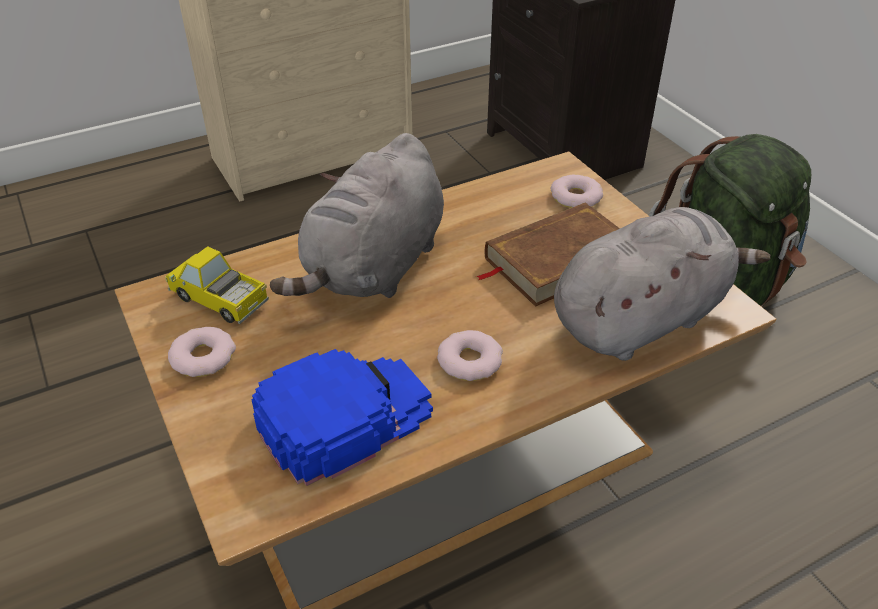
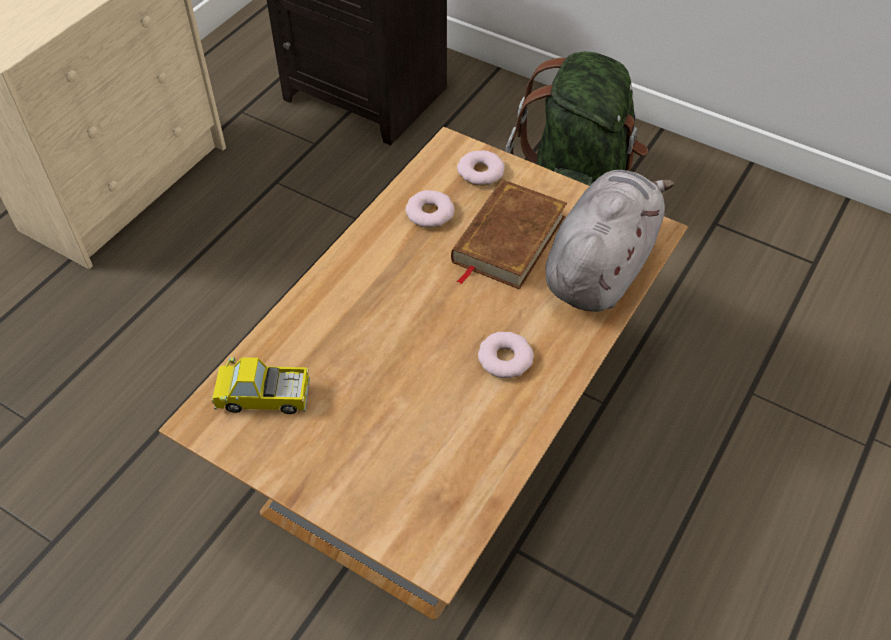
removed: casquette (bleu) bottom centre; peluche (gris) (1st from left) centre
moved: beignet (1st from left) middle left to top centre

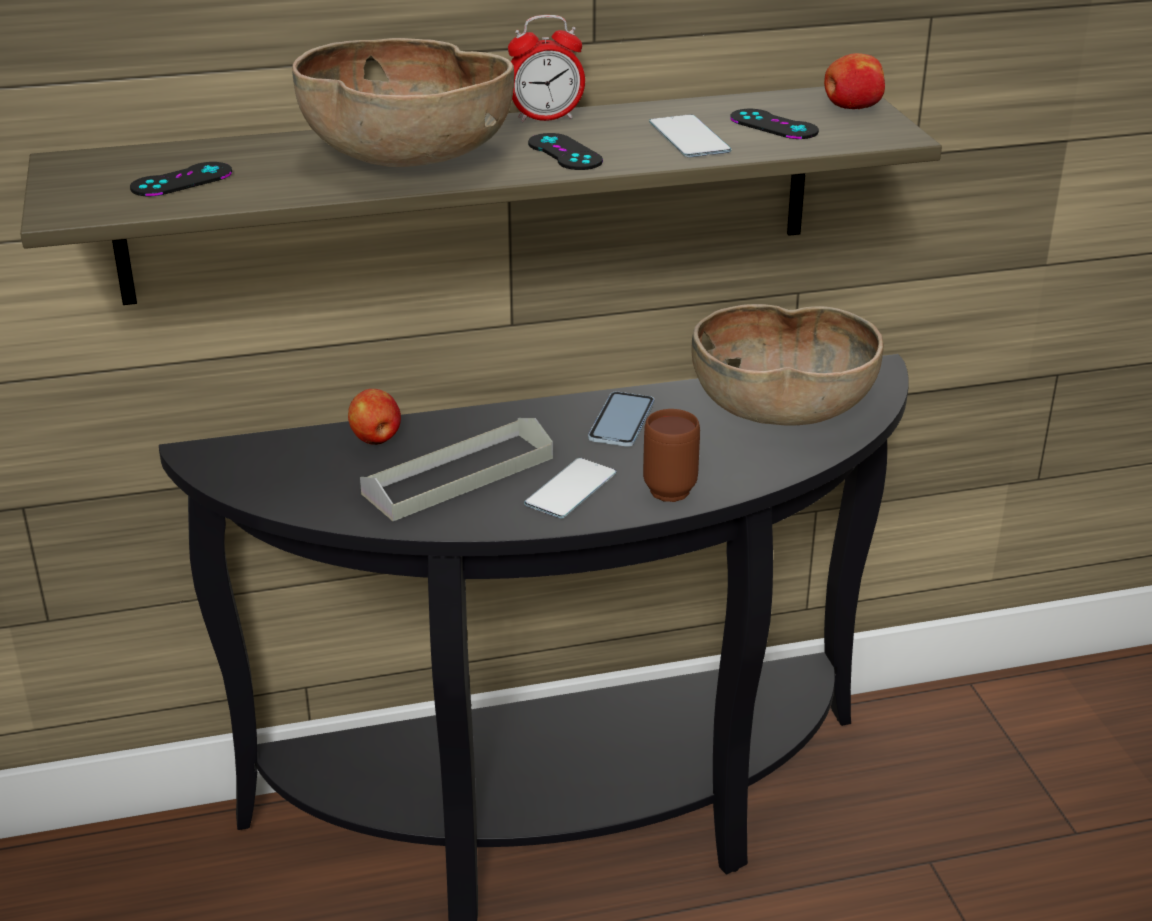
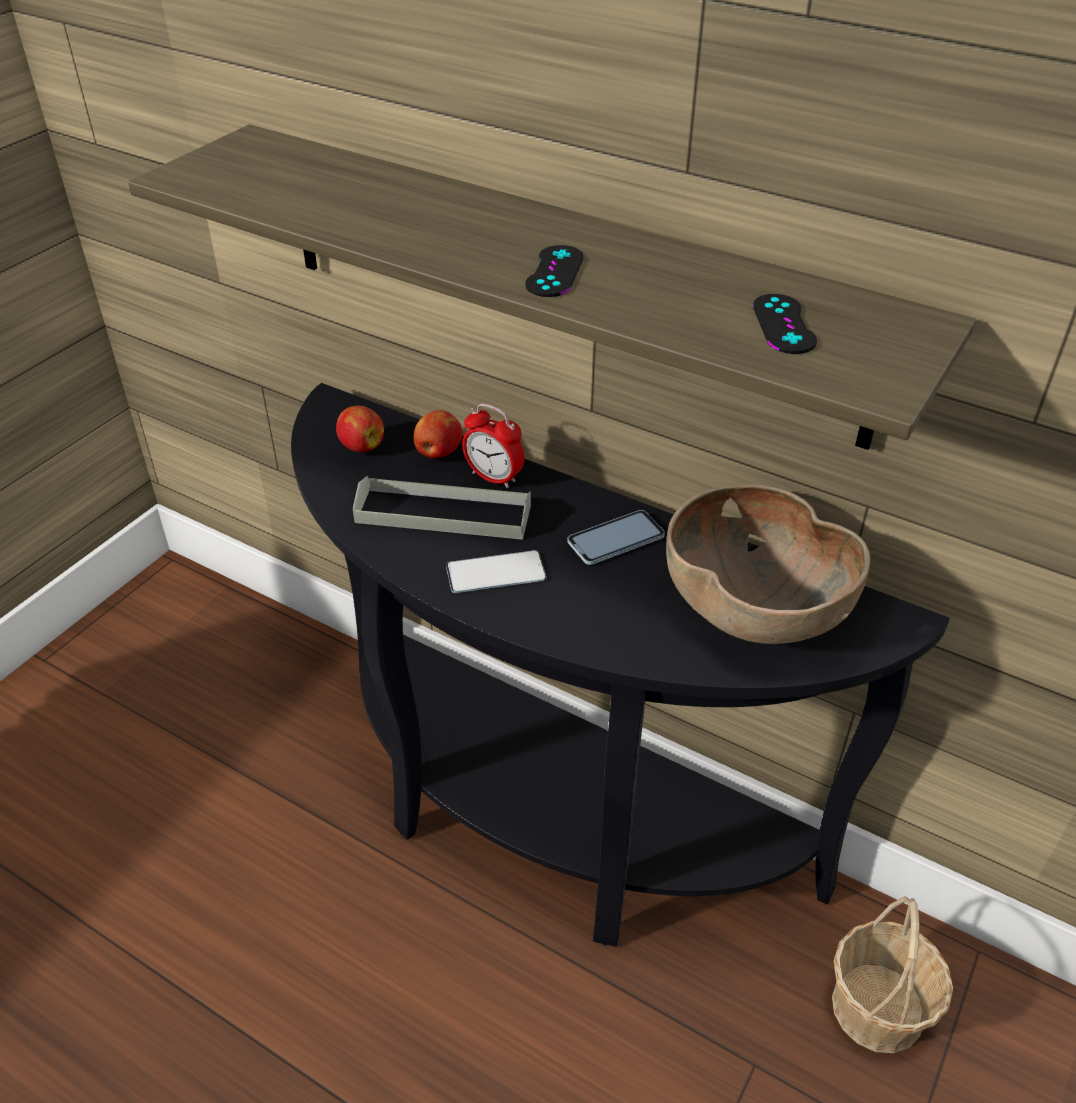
removed: manette (noir) (1st from left) top left; bol (marron) (1st from left) top centre; mug (marron) centre; téléphone (3rd from left) top centre
added: panier bottom right
moved: réveil top centre to centre; pomme (2nd from left in the first image) top right to pomme (1st from left) centre

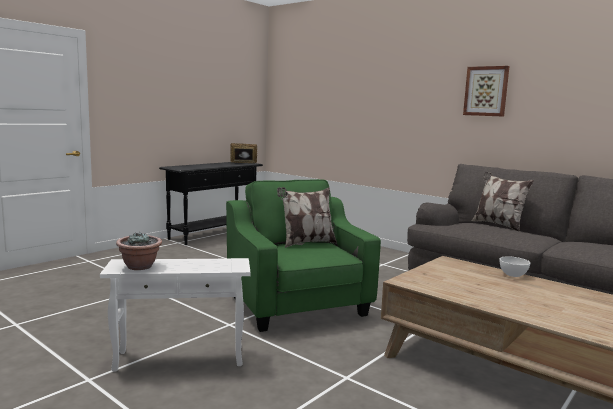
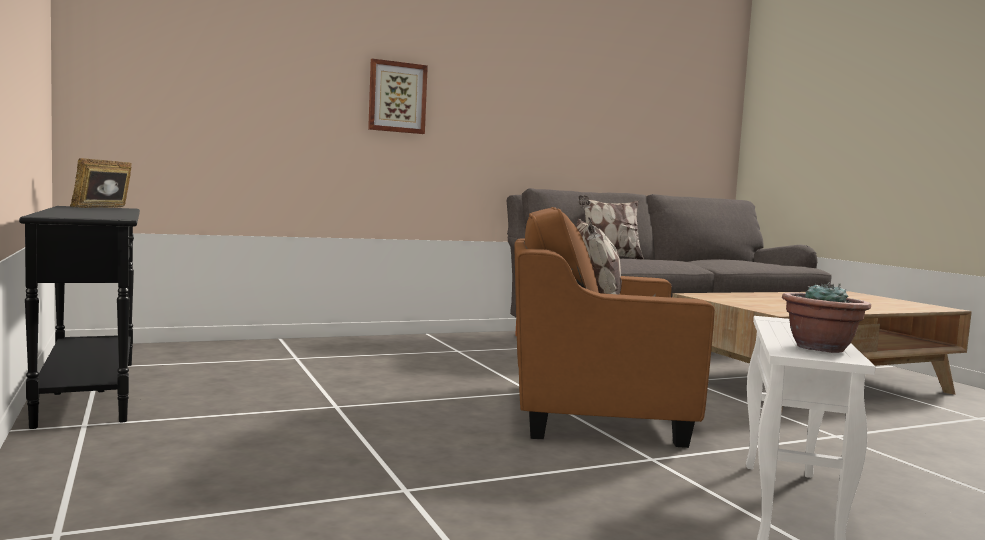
removed: bol (blanc) middle right
moved: tableau top right to top centre
recoloured: fauteuil (vert) centre to fauteuil (marron) centre

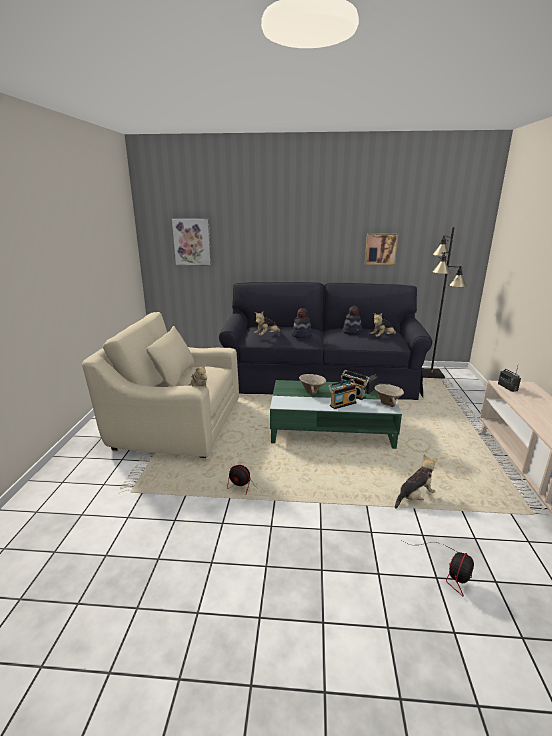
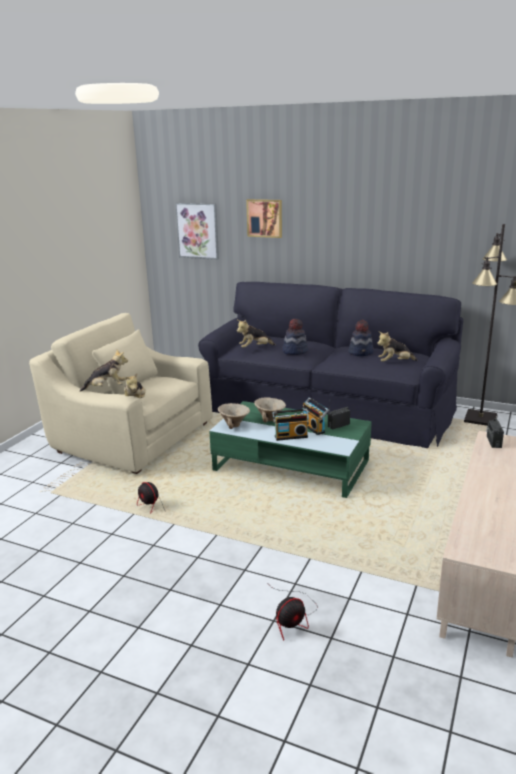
moved: tableau (2nd from left) middle right to top centre; bol (beige) (2nd from left in the first image) middle right to bol (beige) (1st from left) centre; peluche (4th from left in the first image) middle right to peluche (1st from left) middle left

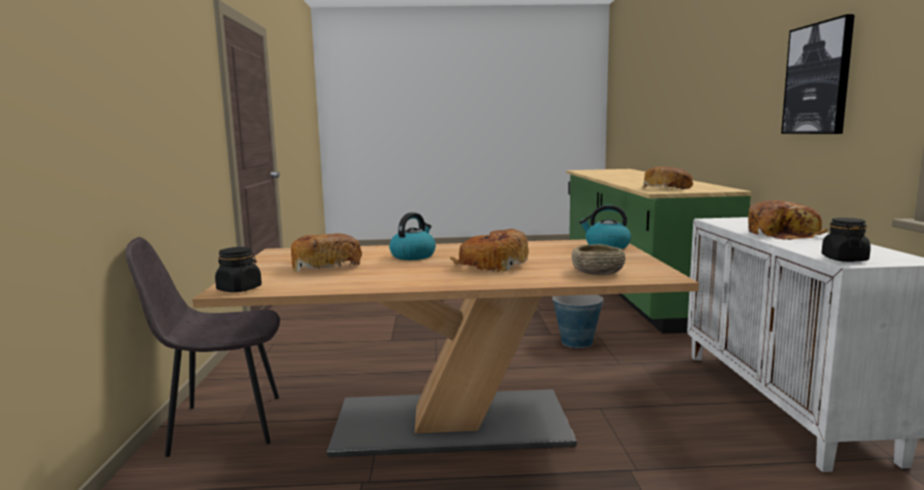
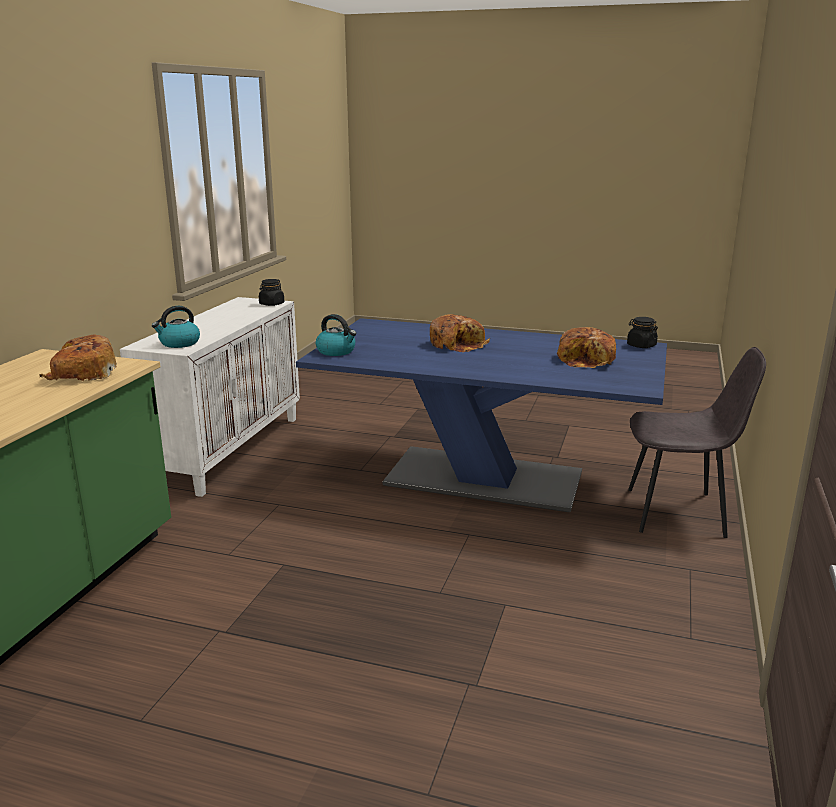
removed: seau centre; bol (beige) centre; pain (4th from left) middle right; tableau top right
moved: bouilloire (1st from left) centre to middle left
recoloured: table à manger (beige) bottom centre to table à manger (bleu) centre

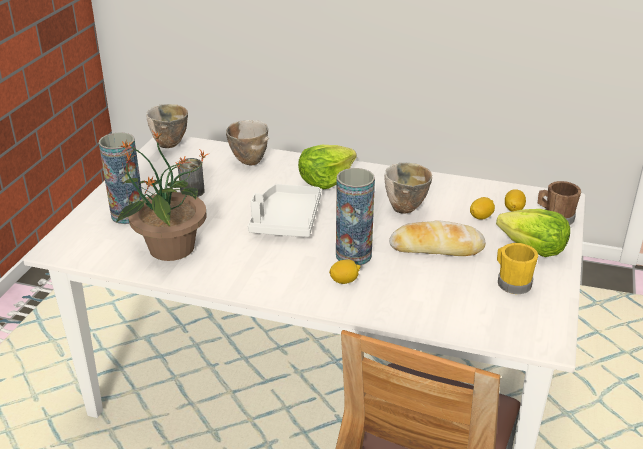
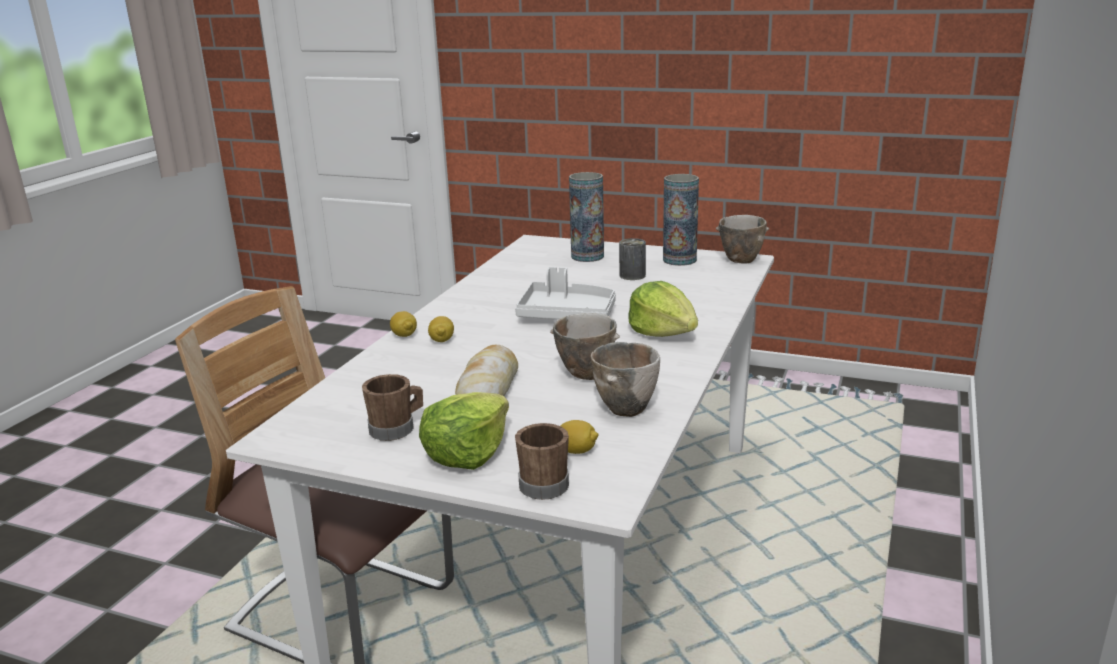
removed: plante en pot middle left
moved: bol (2nd from left) top centre to centre; vase (2nd from left) centre to top centre; citron (2nd from left in the first image) middle right to citron (1st from left) centre
recoloured: mug (jaune) middle right to mug (marron) (1st from left) centre

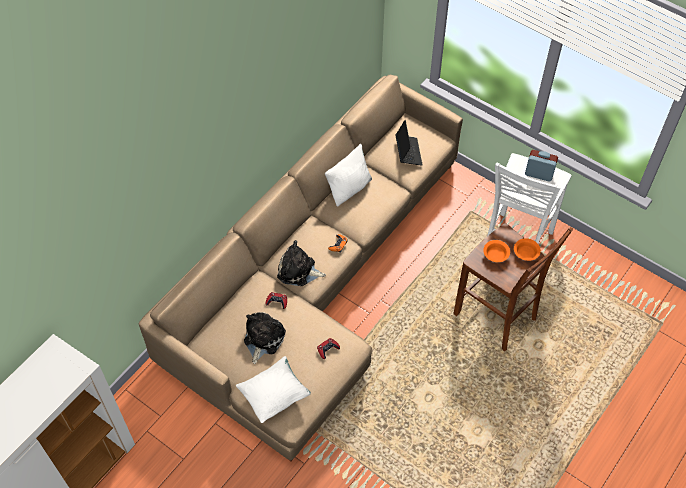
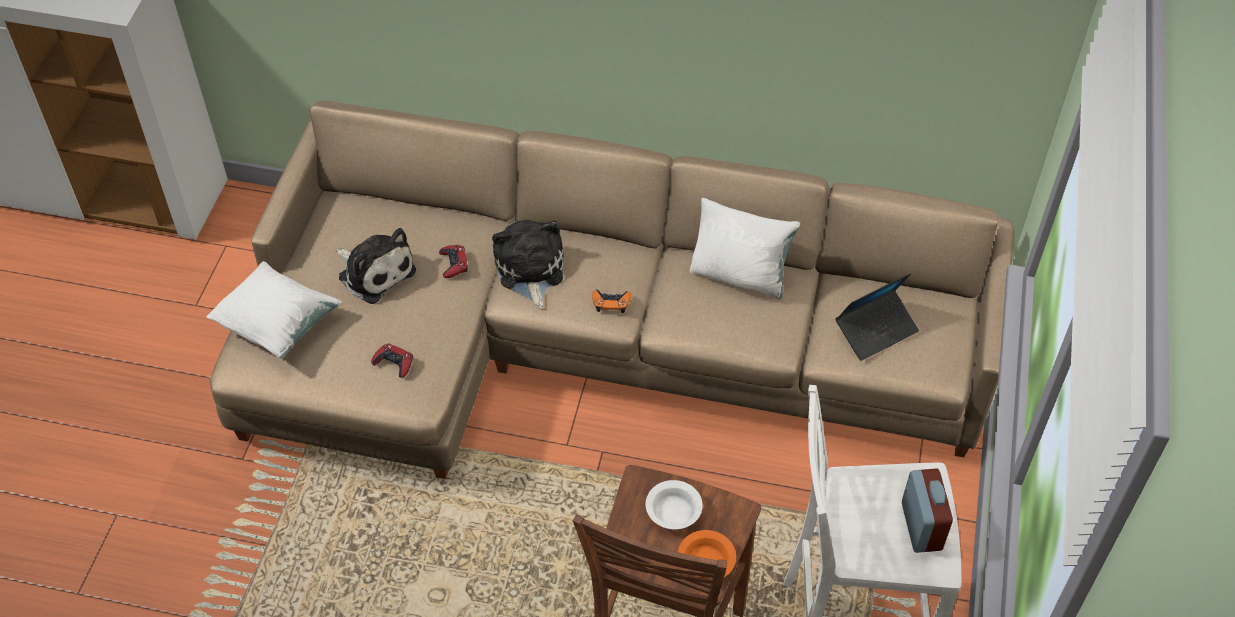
recoloured: bol (orange) (1st from left) middle right to bol (blanc) bottom centre
turned: peluche (1st from left) bottom centre = middle left 45 degrees clockwise

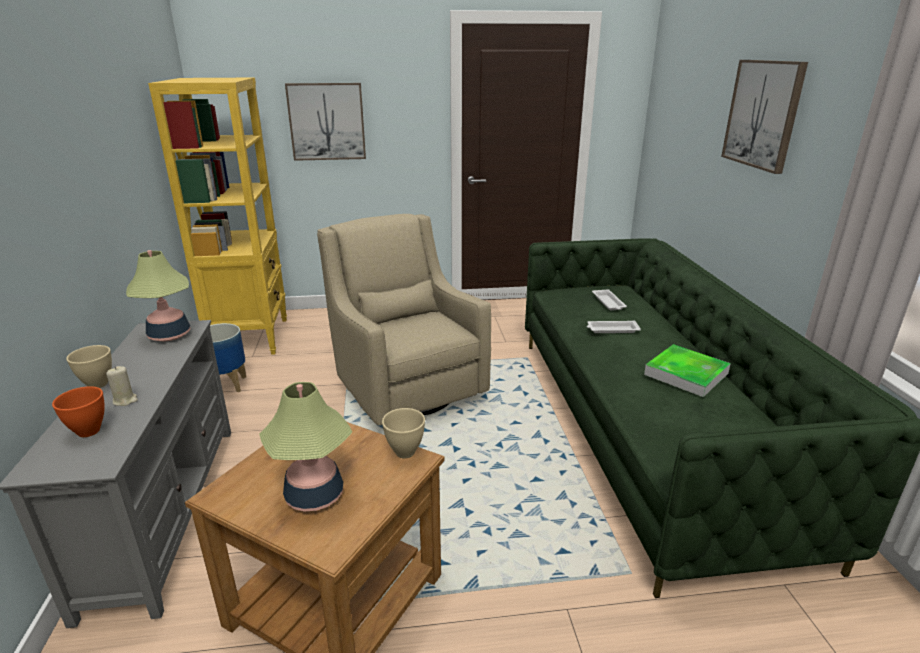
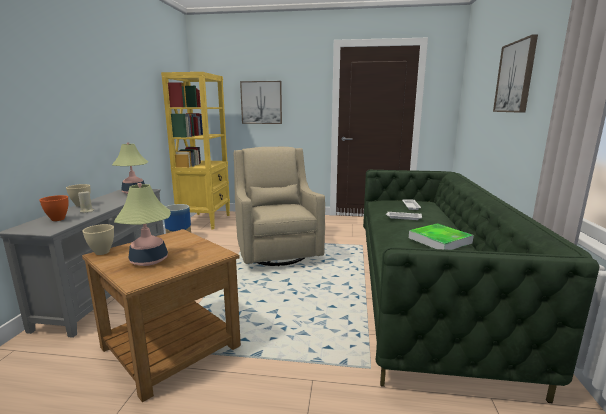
moved: bol (beige) (2nd from left) centre to middle left

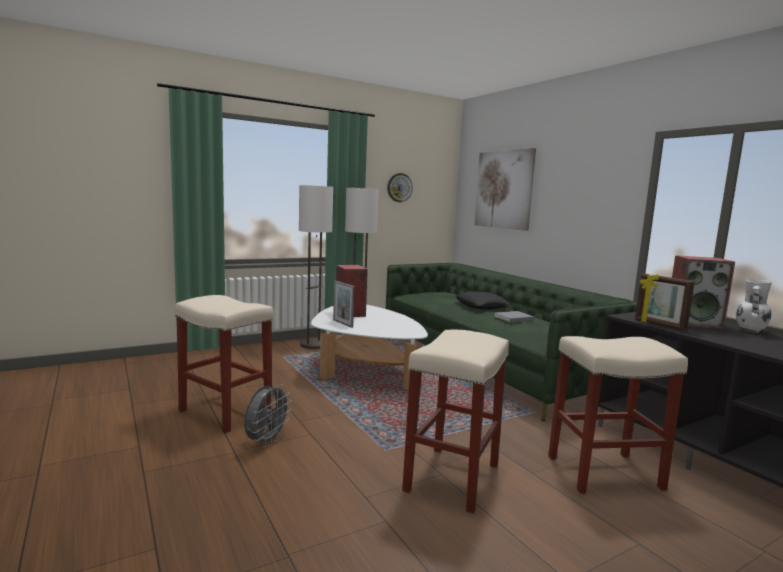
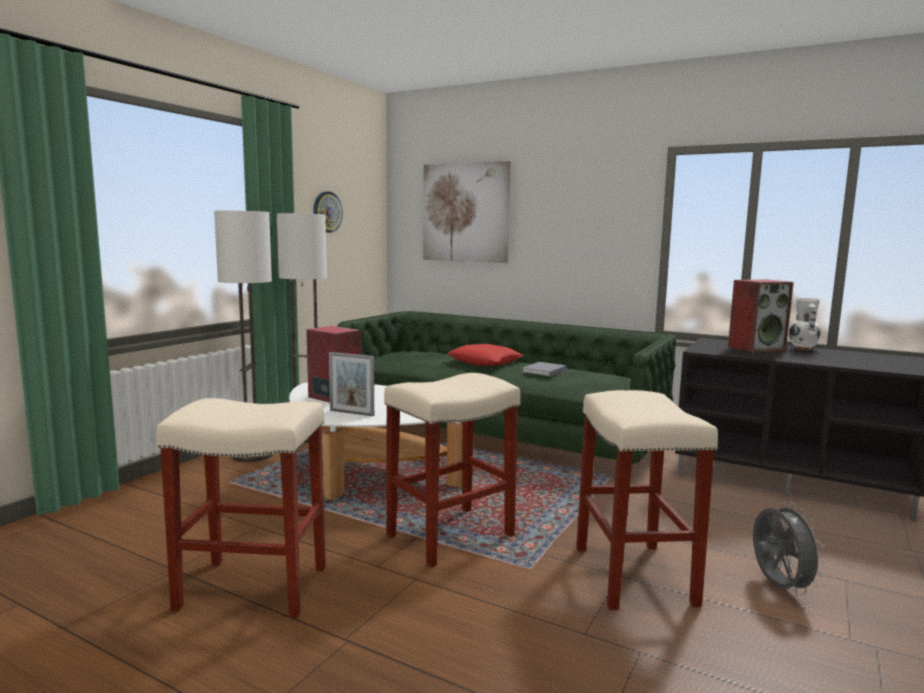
removed: cadre photo (2nd from left) middle right
moved: ventilateur (gris) bottom centre to bottom right; tabouret (beige) (3rd from left in the first image) bottom right to tabouret (beige) (2nd from left) bottom centre
recoloured: coussin (noir) centre to coussin (rouge) centre

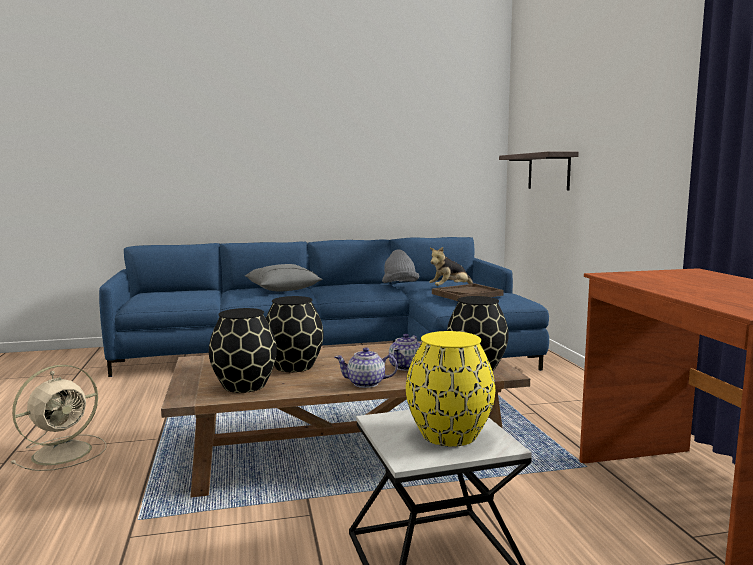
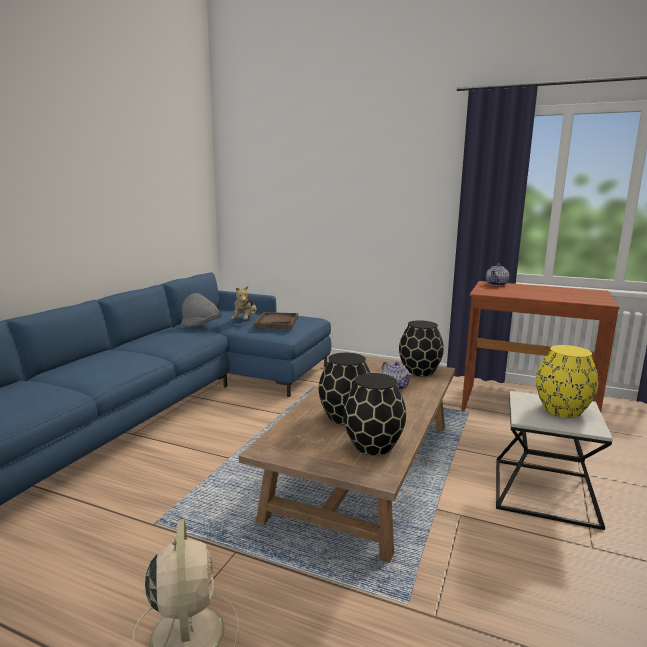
removed: coussin (gris) centre; étagère top right
moved: théière (1st from left in the first image) centre to théière (2nd from left) middle right

